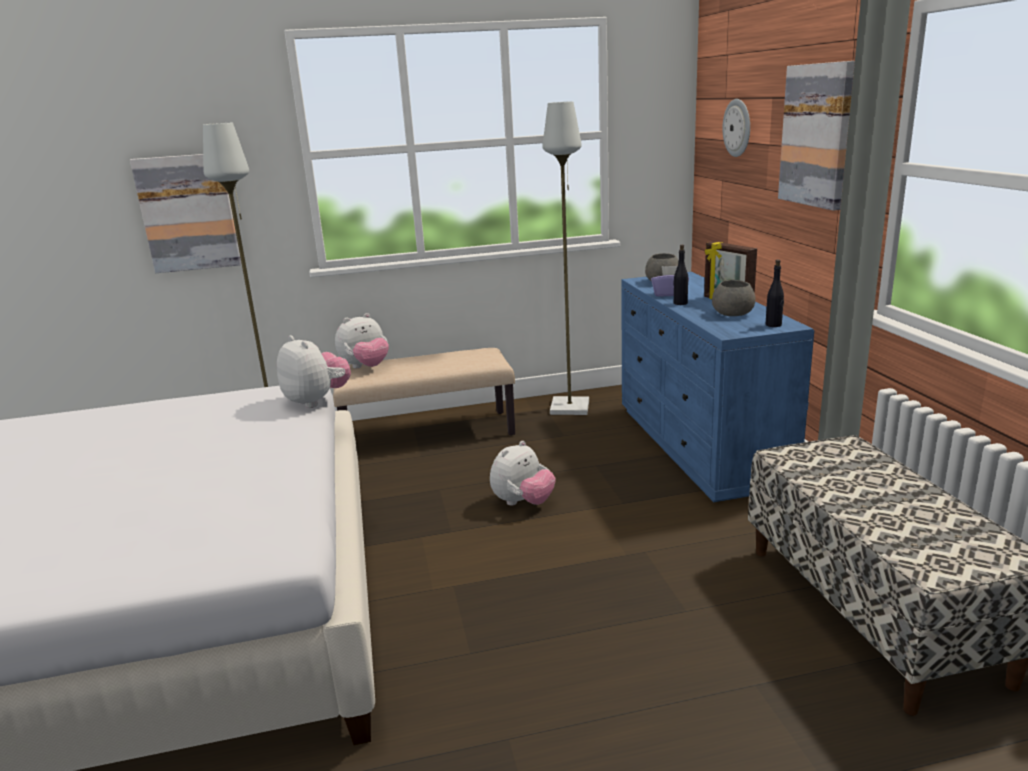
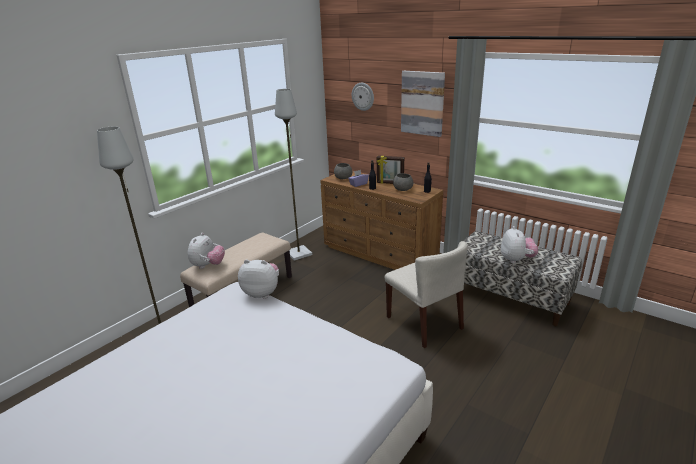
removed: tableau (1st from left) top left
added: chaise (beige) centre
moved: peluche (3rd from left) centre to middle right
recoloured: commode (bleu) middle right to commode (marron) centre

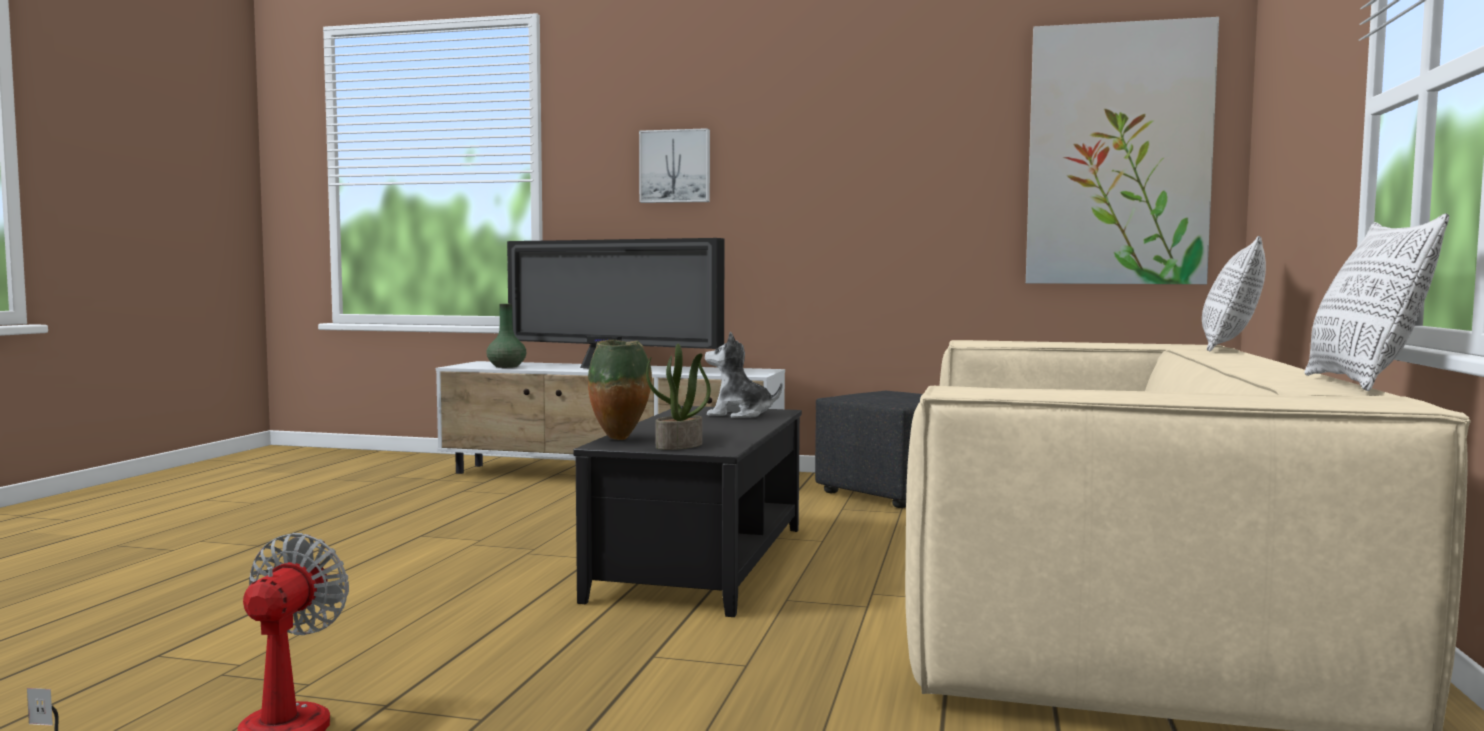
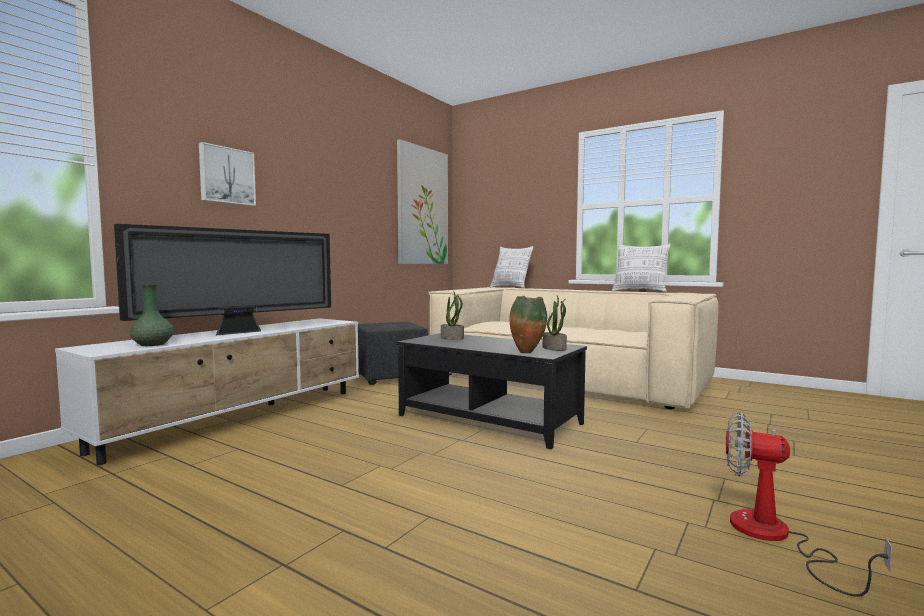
replaced: peluche centre to plante en pot (1st from left) centre

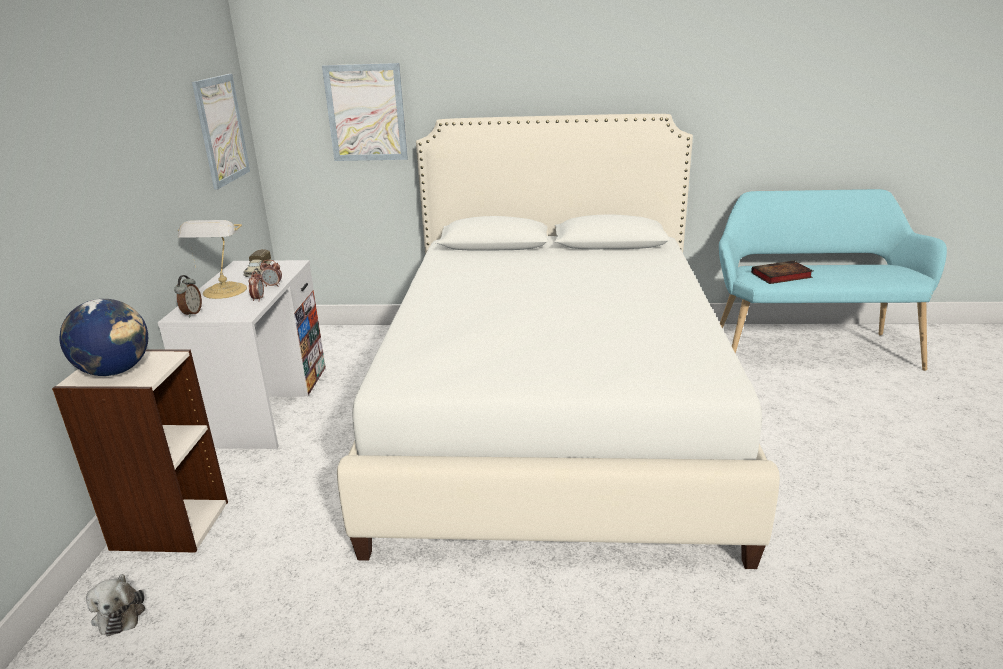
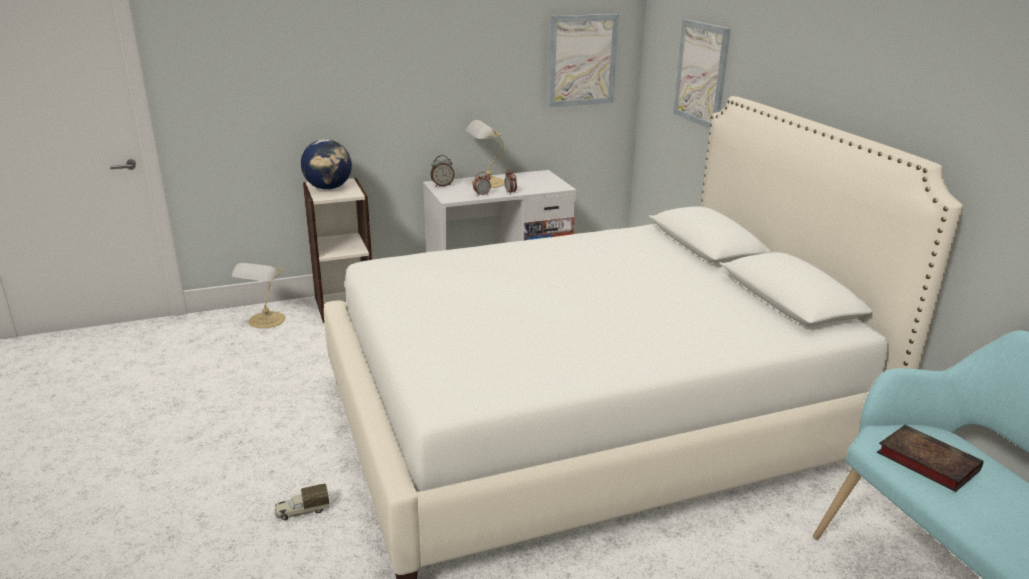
moved: camion jouet middle left to bottom left
replaced: peluche bottom left to lampe de table (1st from left) middle left

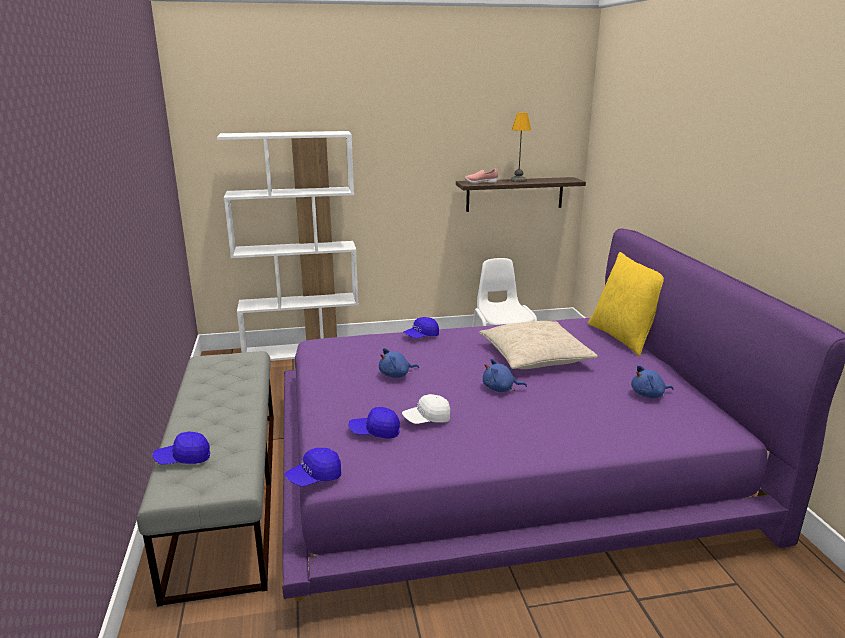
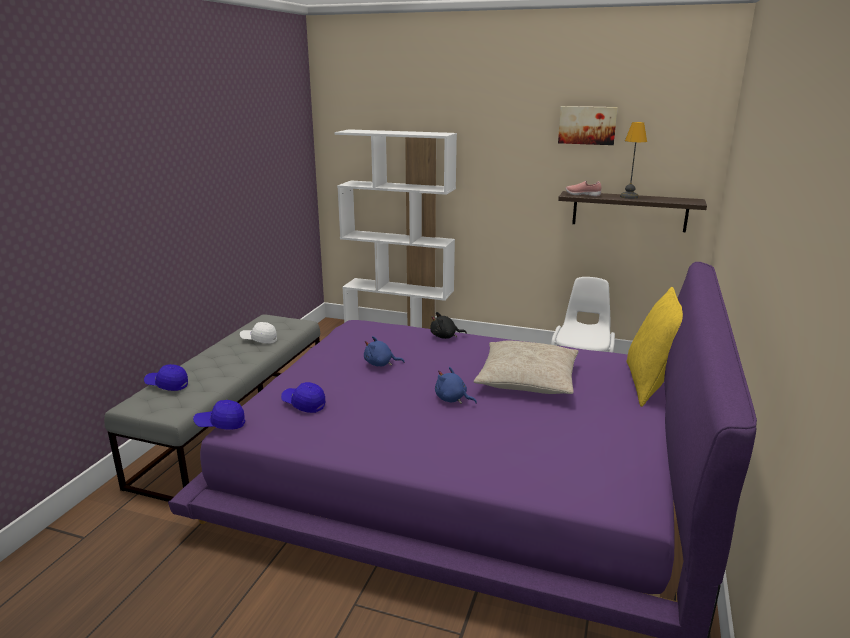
removed: peluche (bleu) (3rd from left) middle right
added: tableau top right
moved: casquette (blanc) centre to middle left
replaced: casquette (bleu) (4th from left) centre to peluche (noir) centre

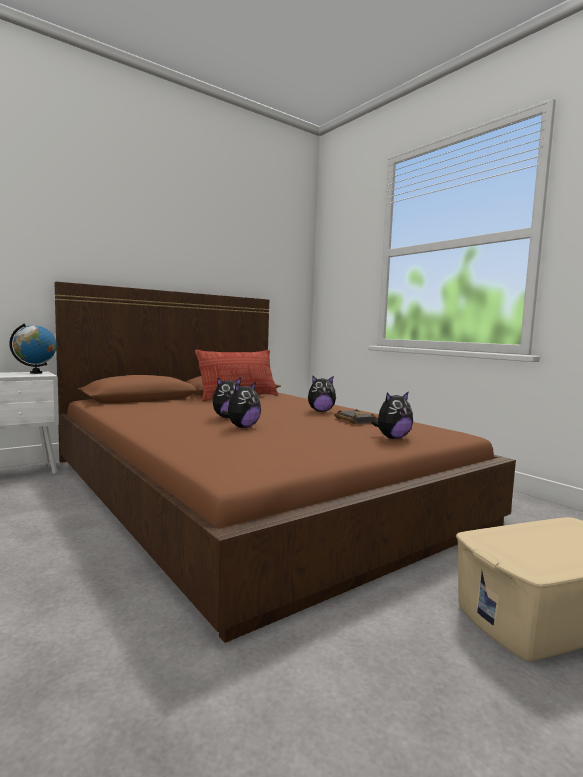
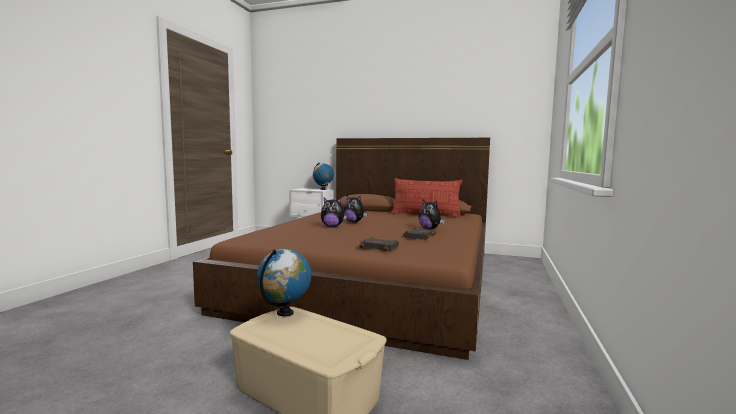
added: globe (1st from left) bottom centre
replaced: peluche (4th from left) middle right to livre (noir) (1st from left) centre

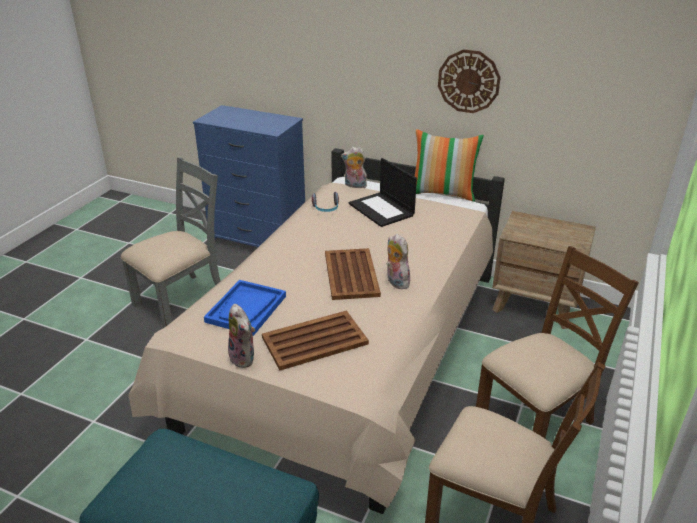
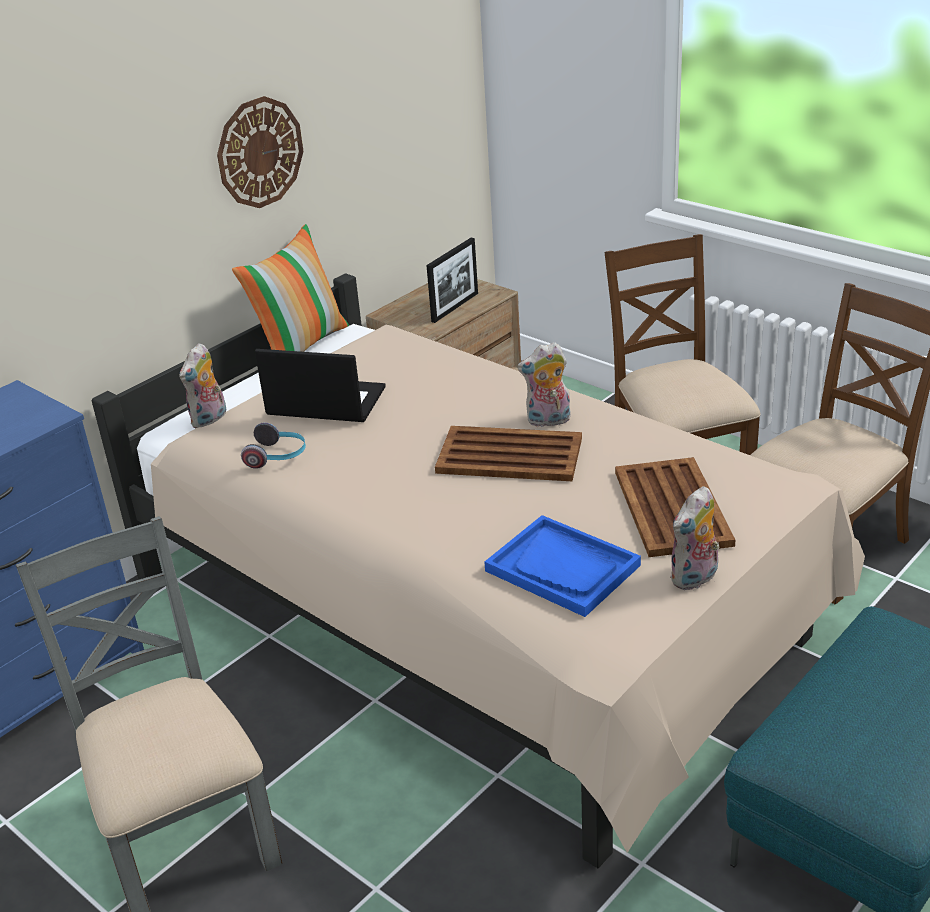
added: cadre photo top centre
turned: peluche (1st from left in the first image) centre = middle right 150 degrees clockwise; ordinateur portable centre = centre 150 degrees counterclockwise

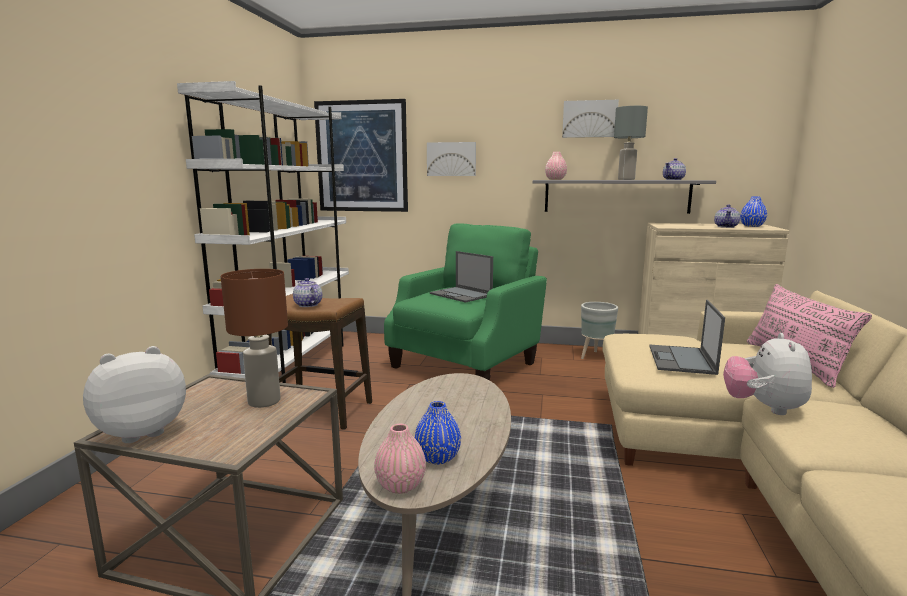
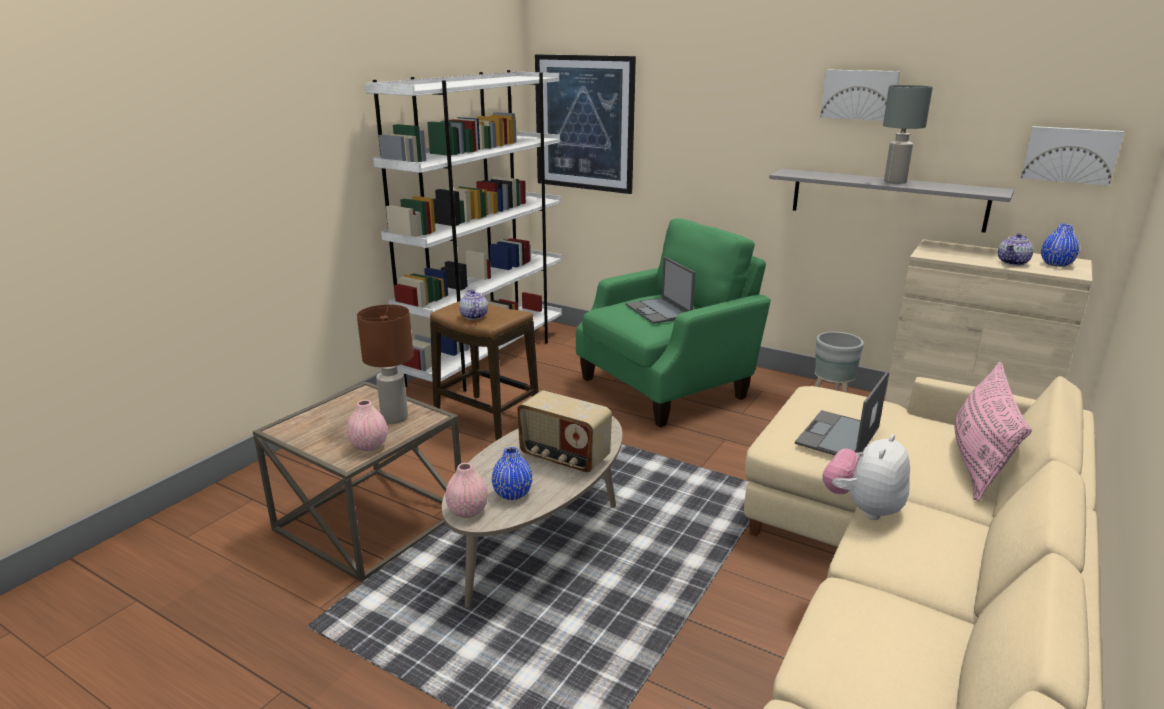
removed: peluche (1st from left) middle left; théière (2nd from left) top right
added: radio centre
moved: tableau (2nd from left in the first image) top centre to tableau (3rd from left) top right; vase (rose) (2nd from left in the first image) top centre to vase (rose) (1st from left) middle left

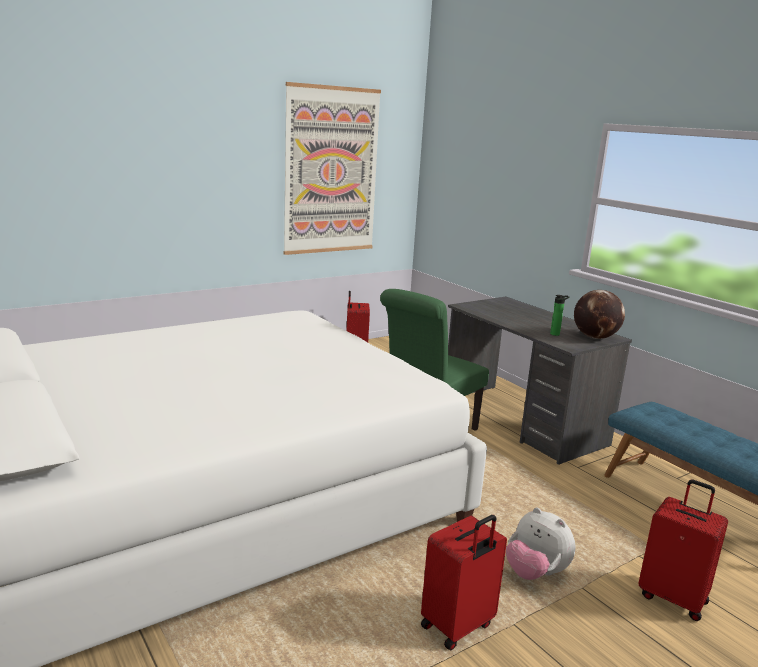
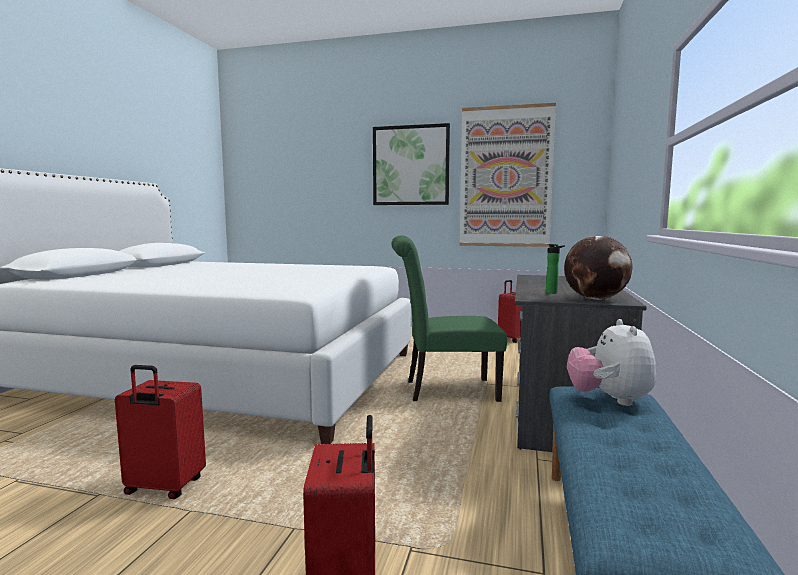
added: tableau (1st from left) top centre
moved: peluche bottom right to middle right

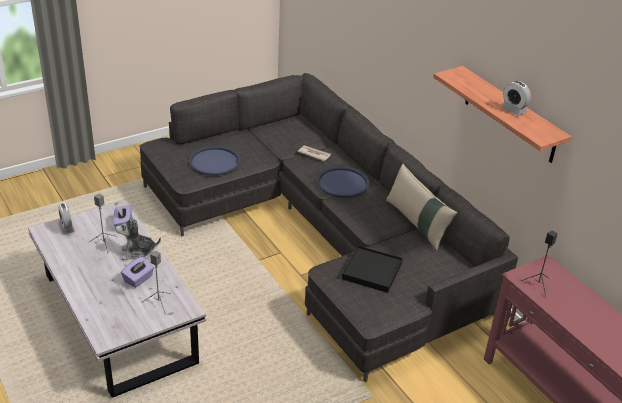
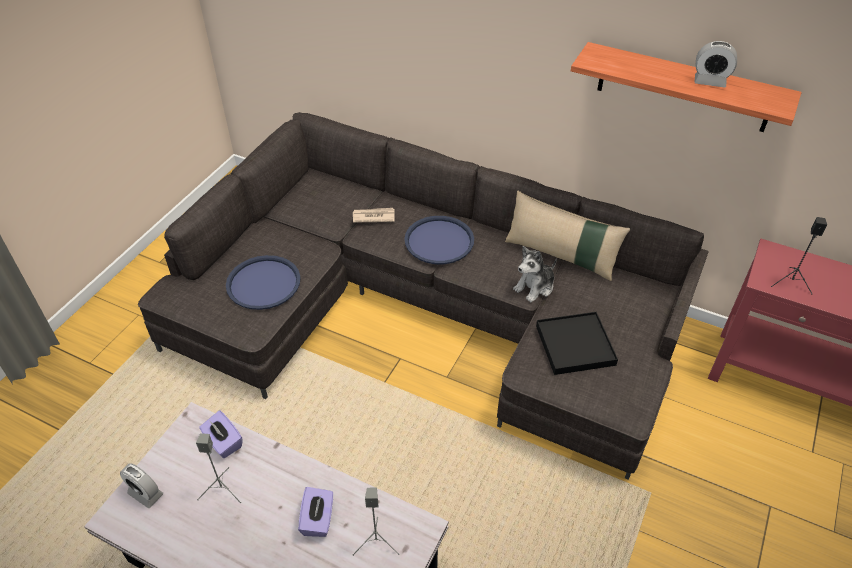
moved: peluche middle left to centre

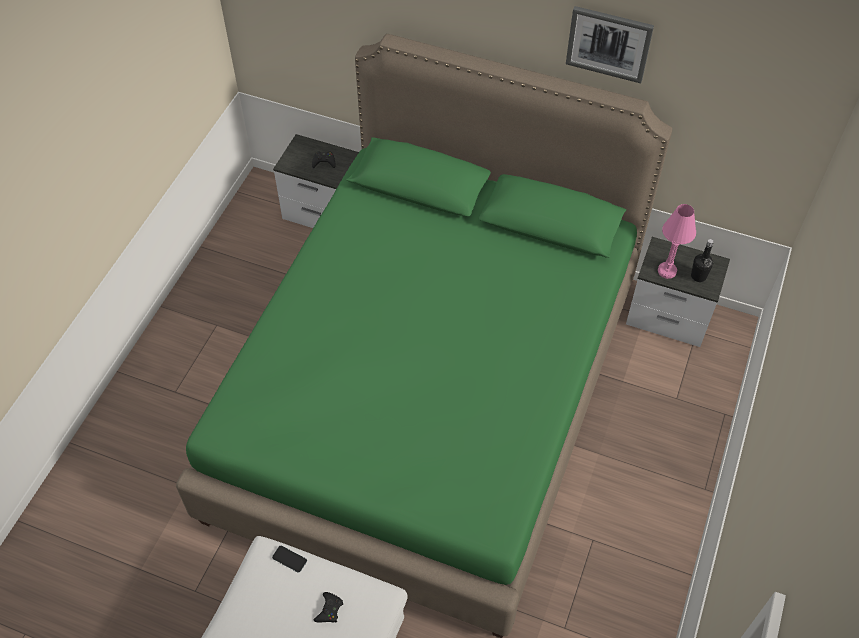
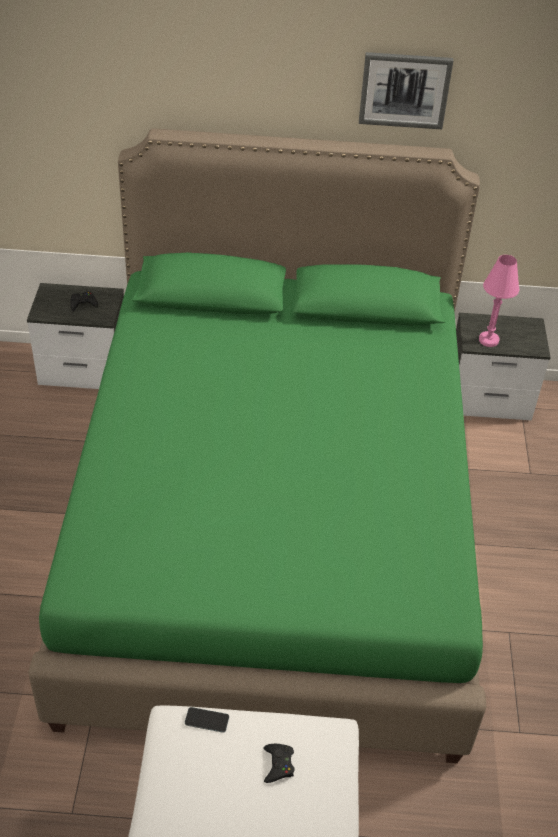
removed: bouteille (noir) middle right

